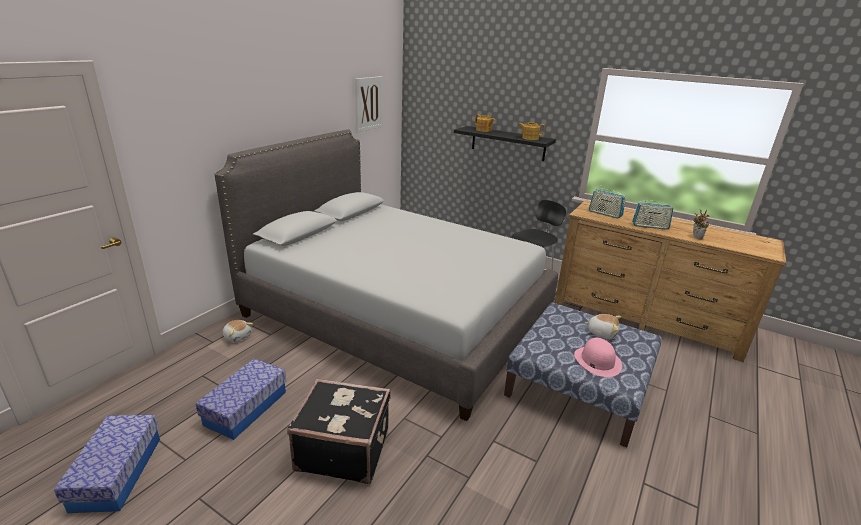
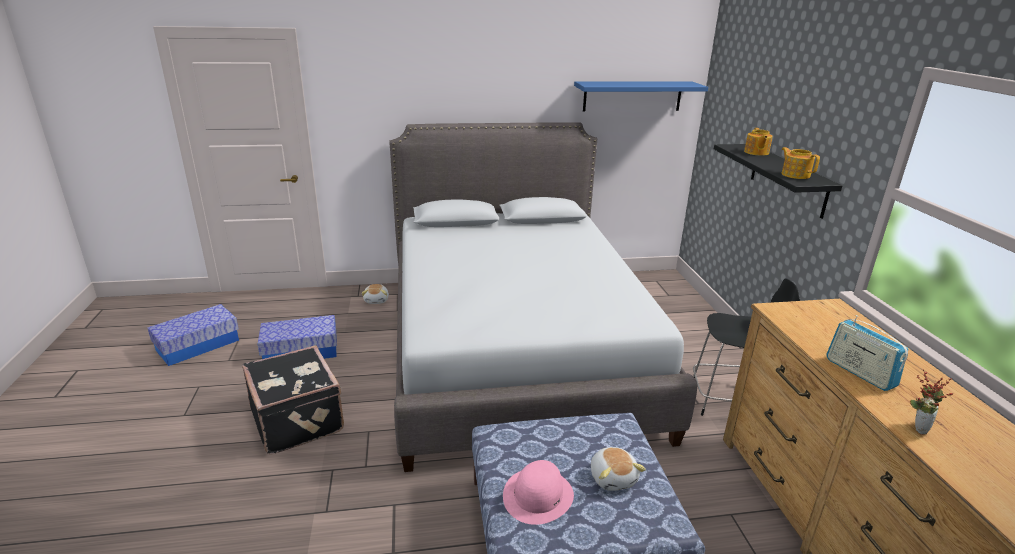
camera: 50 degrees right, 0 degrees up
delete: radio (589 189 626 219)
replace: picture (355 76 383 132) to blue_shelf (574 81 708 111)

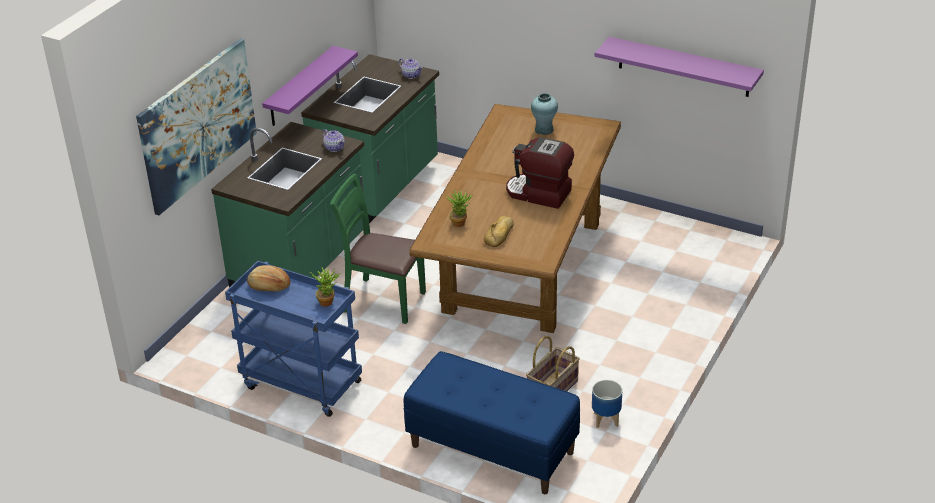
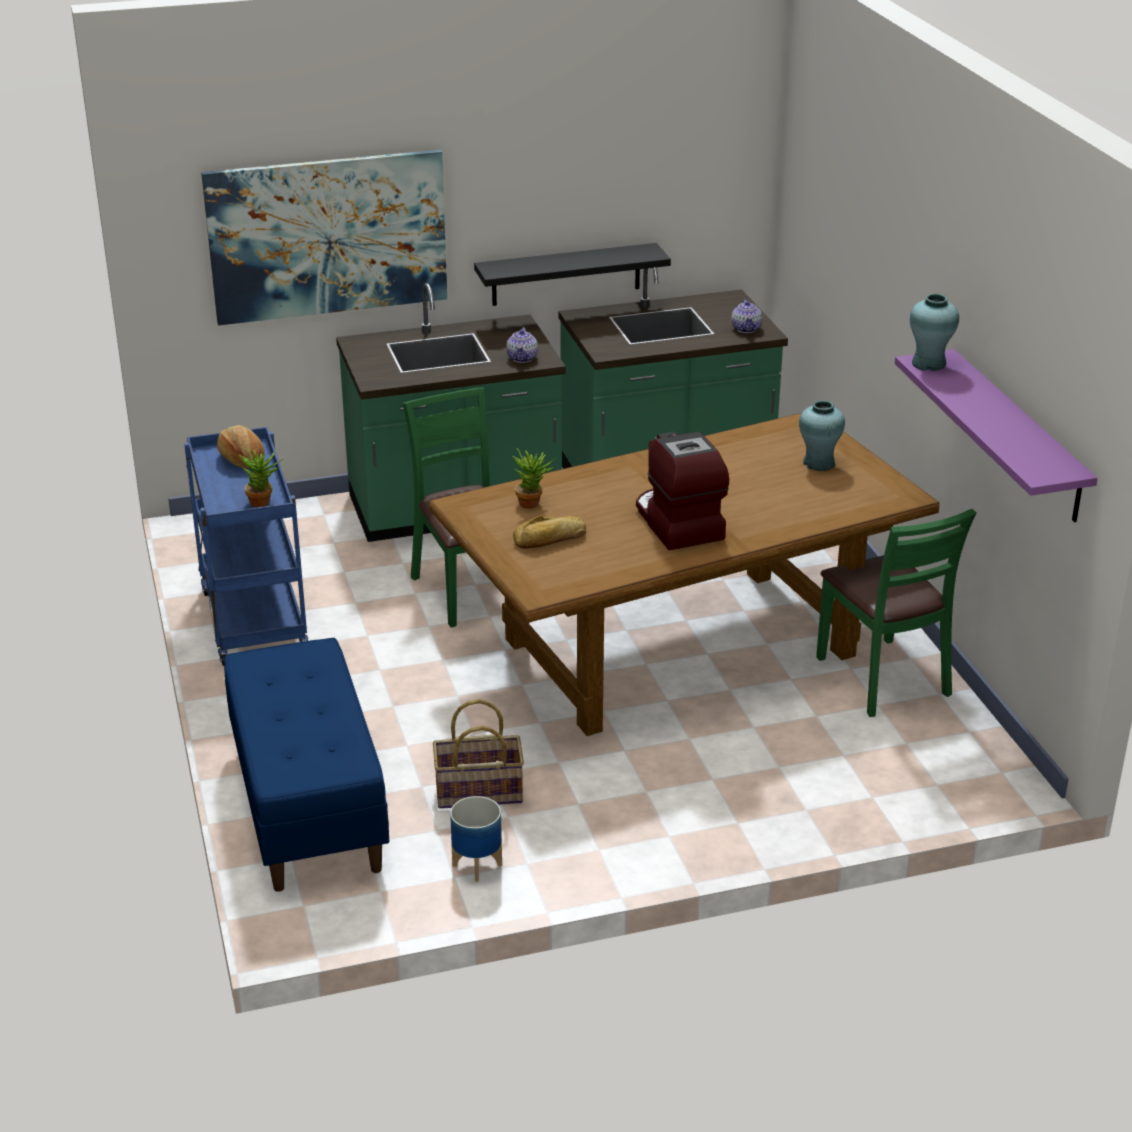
camera: 45 degrees right, 5 degrees down
insert: green_chair (816 509 976 717); turquoise_vase (910 293 959 371)
recolor: purple_shelf (262 46 358 126) to black_shelf (474 243 671 306)

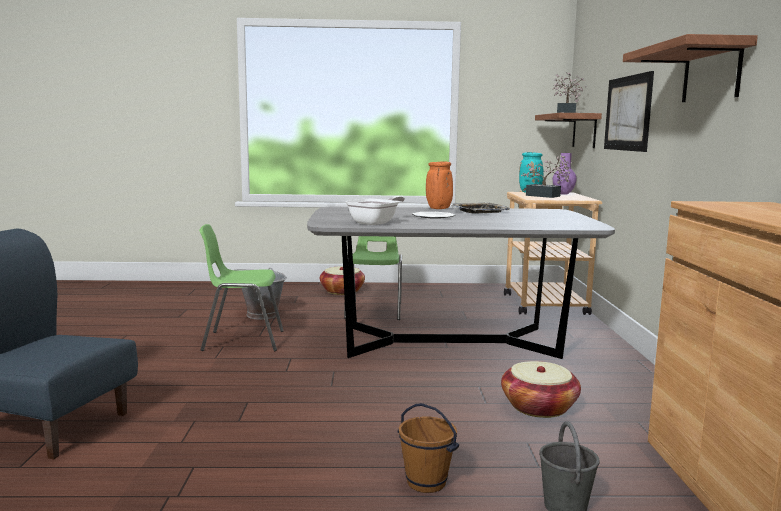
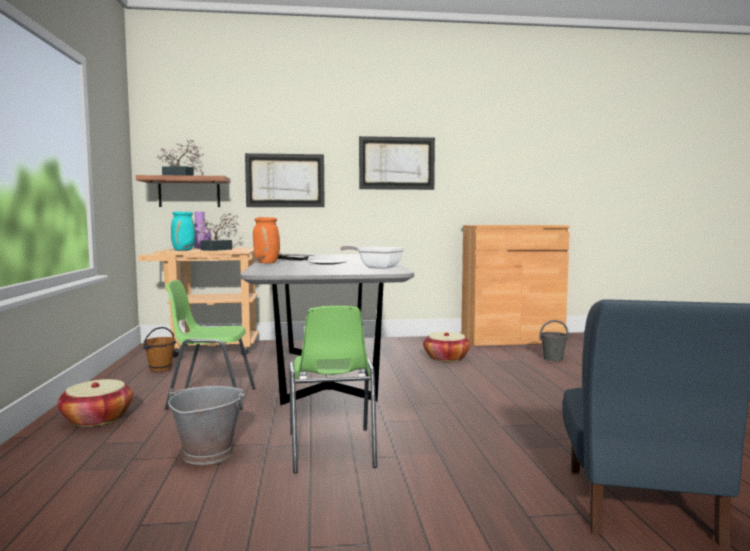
camera: 95 degrees left, 5 degrees down
move: brown_bucket (397 403 459 493) to (143 327 176 372)
replace: shelf (623 34 758 102) to picture (359 136 435 190)

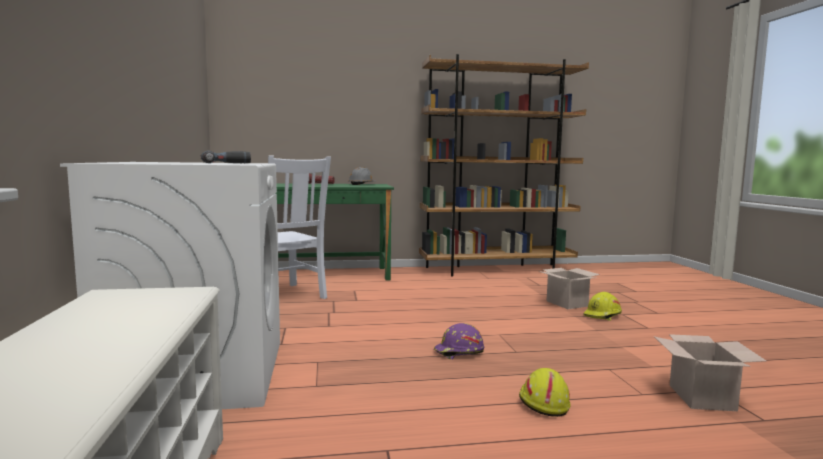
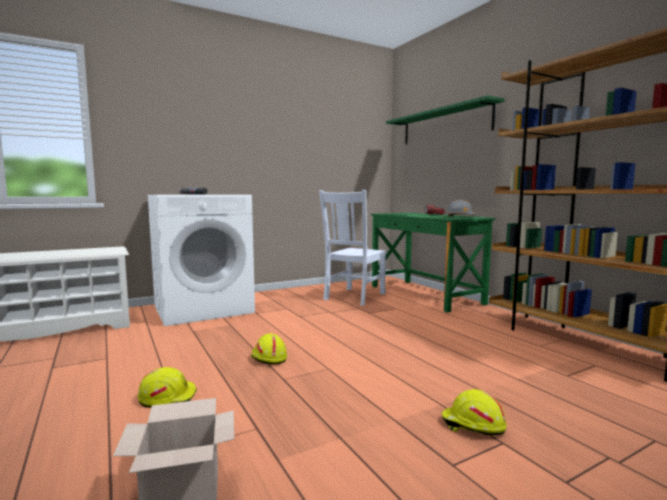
camera: 70 degrees right, 0 degrees up
delete: cardboard_box (538 268 600 309)
insert: green_shelf (386 95 505 144)
recolor: purple_hard_hat (434 323 484 359) to yellow_hard_hat (251 333 287 365)

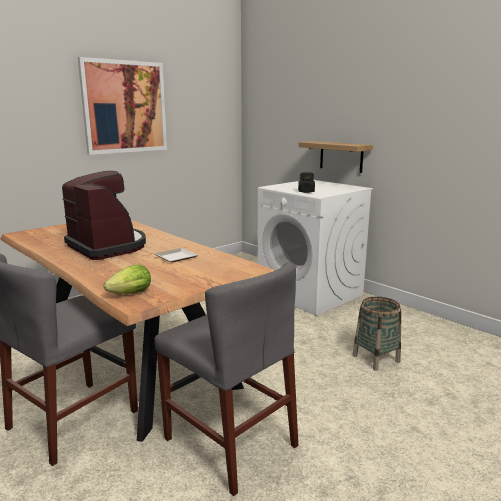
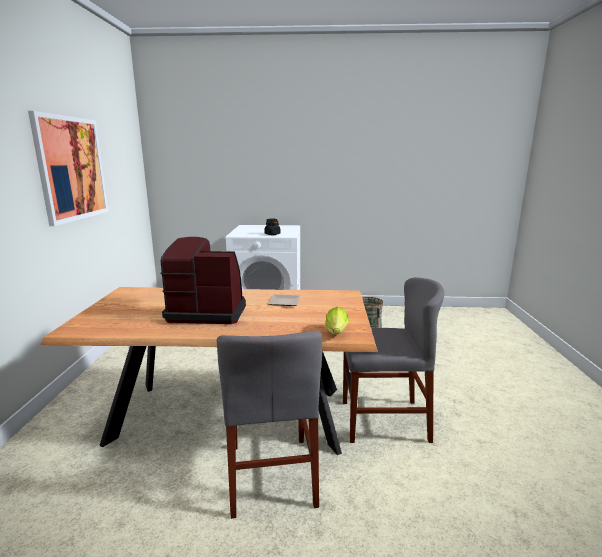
camera: 45 degrees left, 0 degrees up
delete: shelf (298 141 373 173)

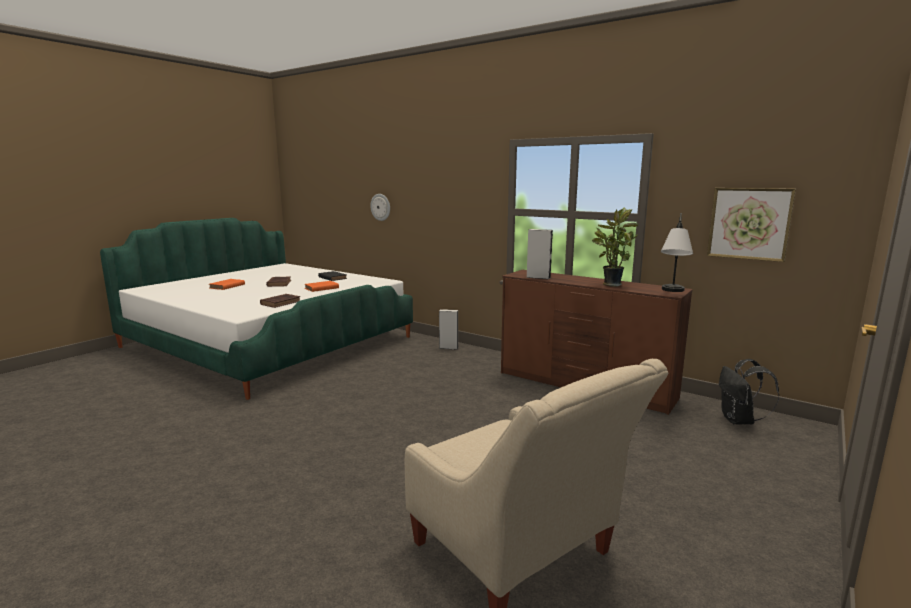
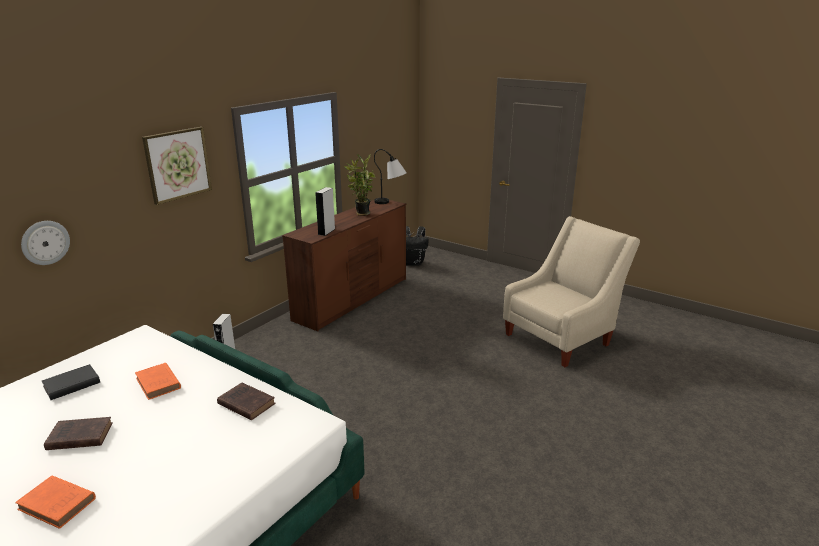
camera: 90 degrees left, 10 degrees up
move: picture (707 188 796 262) to (142 127 212 205)

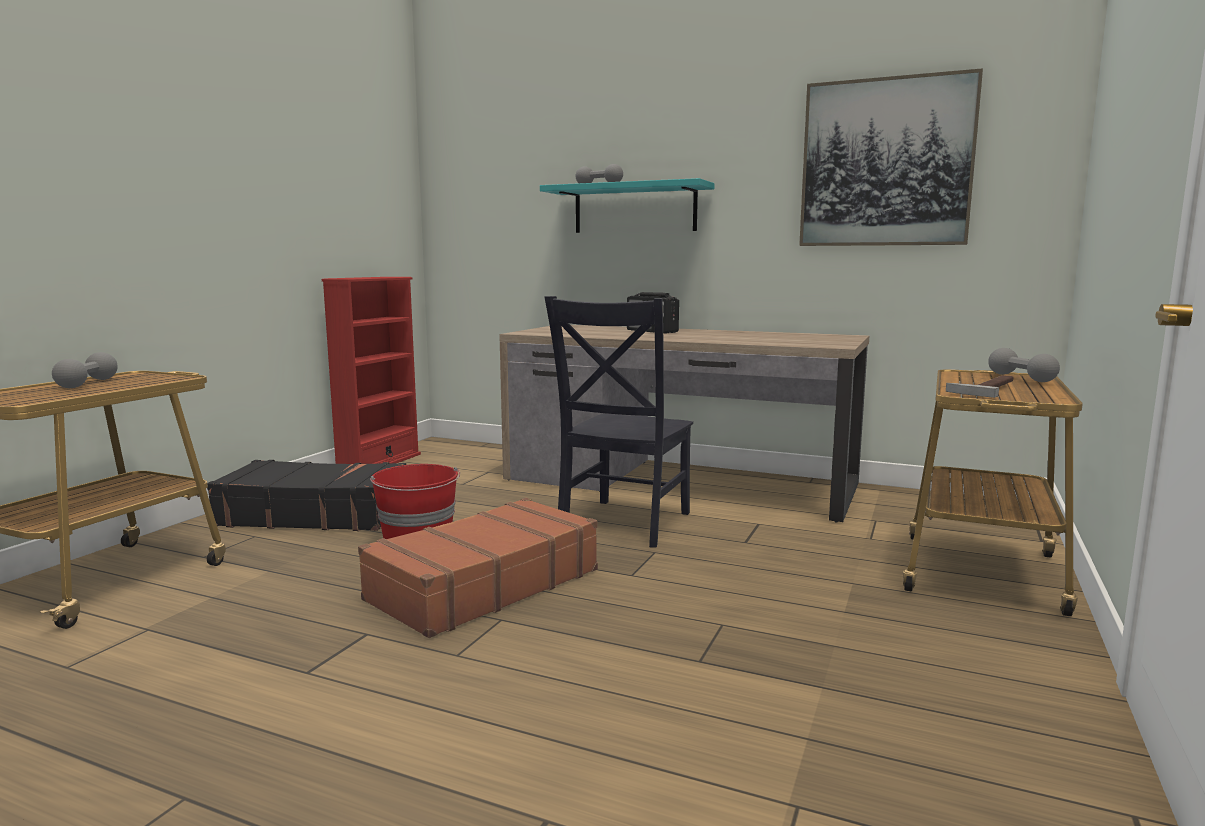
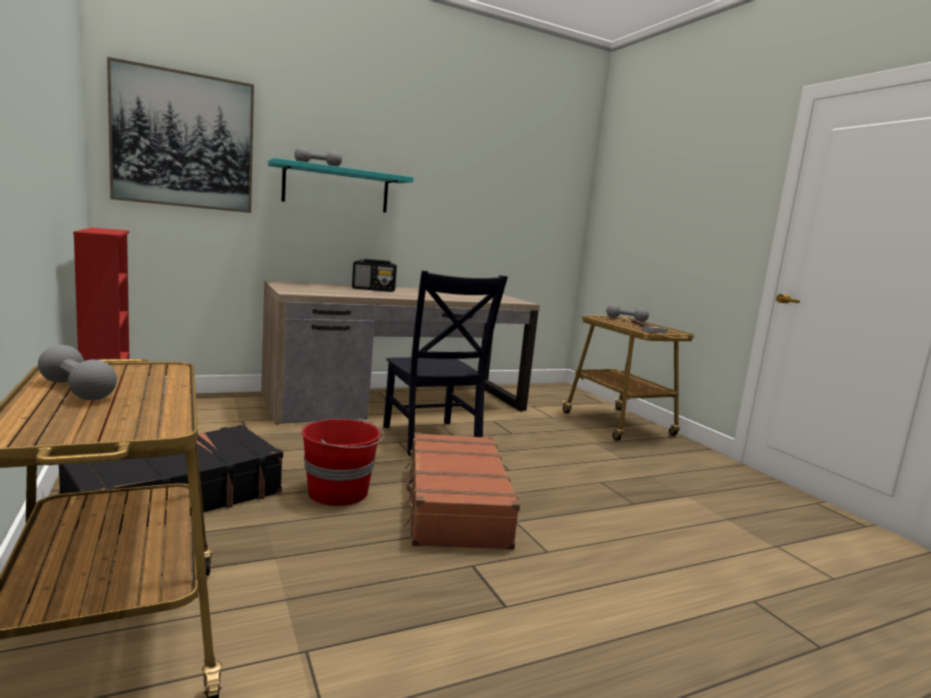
camera: 50 degrees left, 0 degrees up
move: picture (799 68 983 246) to (107 57 254 213)

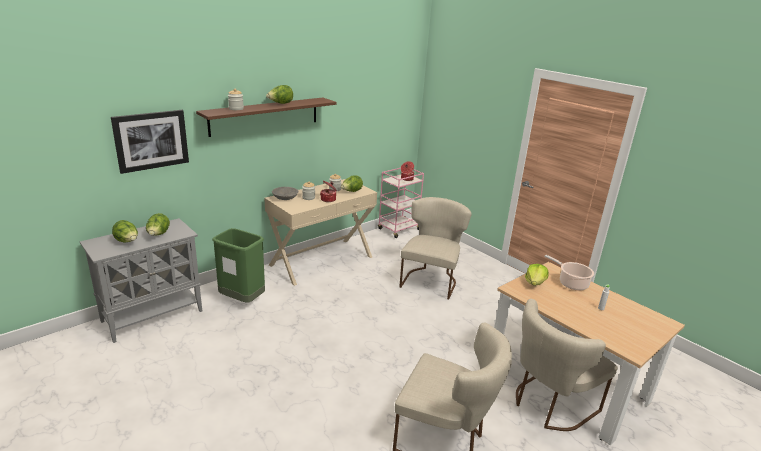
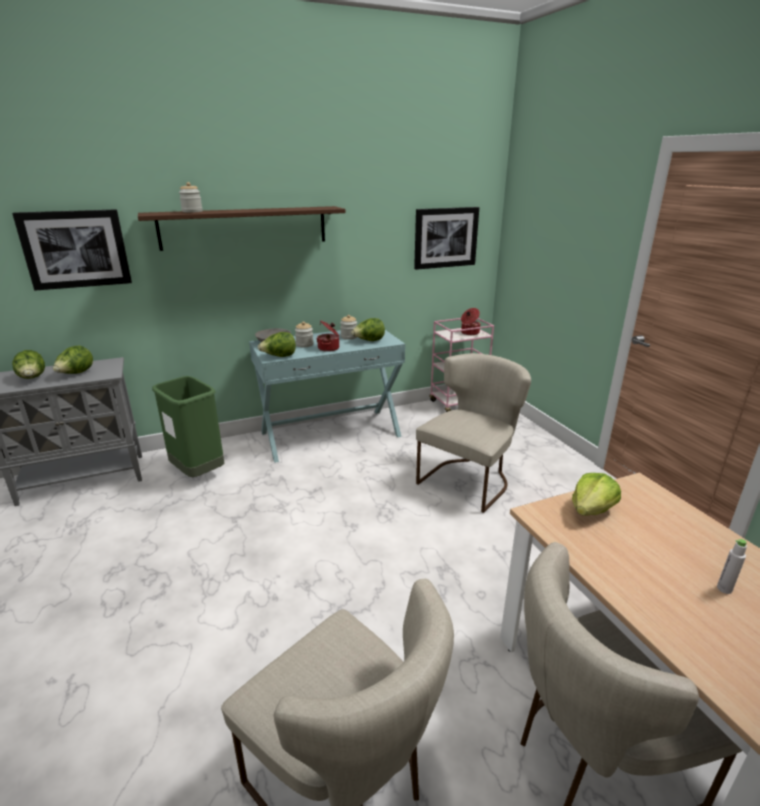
camera: 20 degrees right, 0 degrees up
delete: cooking_pot (544 255 594 291)
insert: picture (414 207 479 270)
move: lettuce (266 85 293 104) to (258 332 296 357)
recolor: beige_console_table (264 179 377 286) to turquoise_console_table (249 330 405 463)

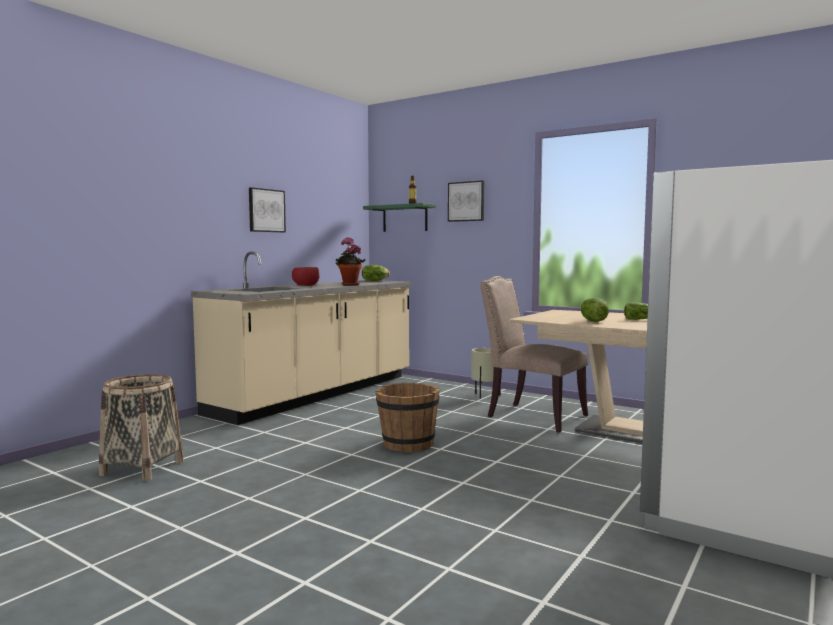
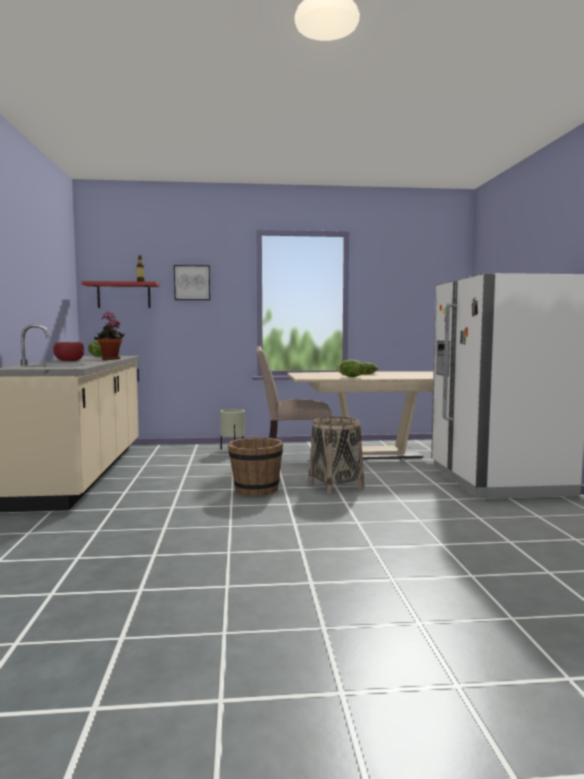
camera: 40 degrees left, 0 degrees up
delete: picture (249 187 286 232)
move: basket (99 374 184 481) to (308 417 365 494)
recolor: green_shelf (363 203 436 232) to red_shelf (82 281 159 308)

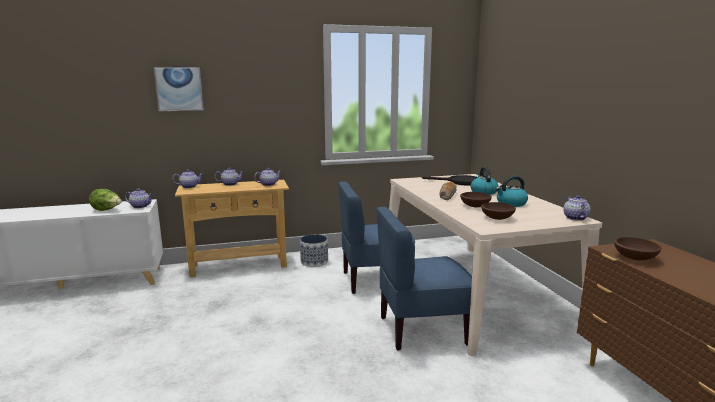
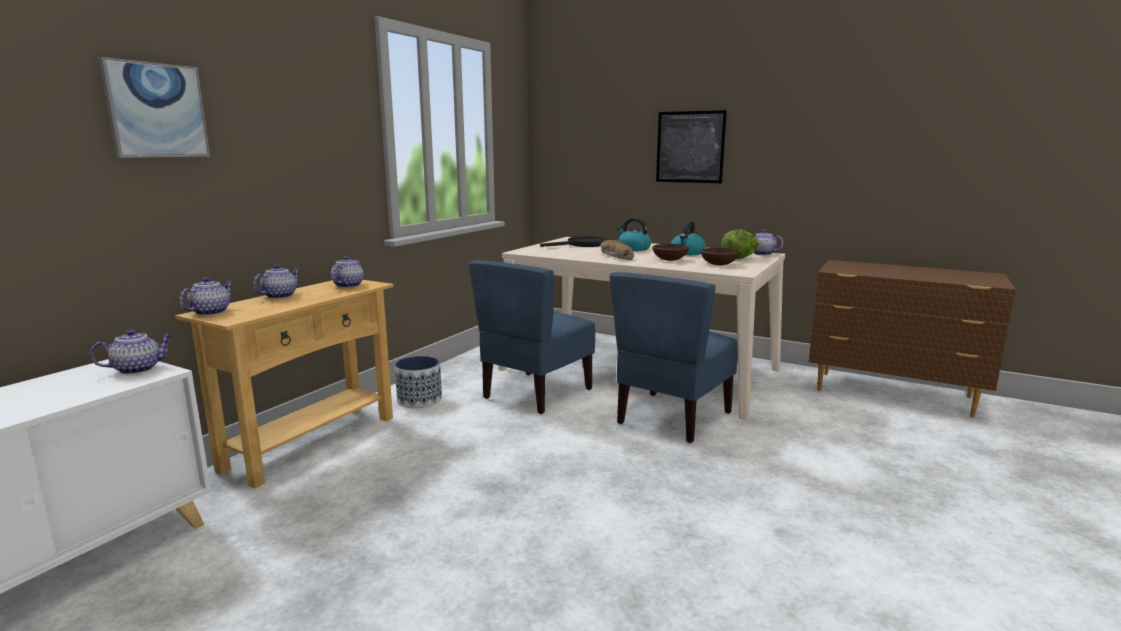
camera: 45 degrees left, 0 degrees up
delete: brown_bowl (614 237 662 260)
insert: picture (656 110 727 183)
move: lettuce (89 189 122 211) to (721 229 760 259)

